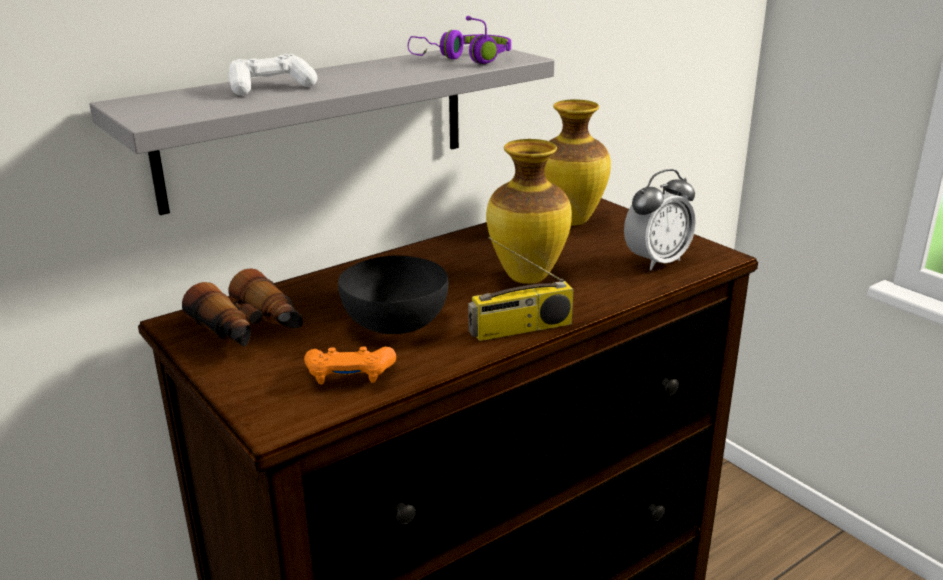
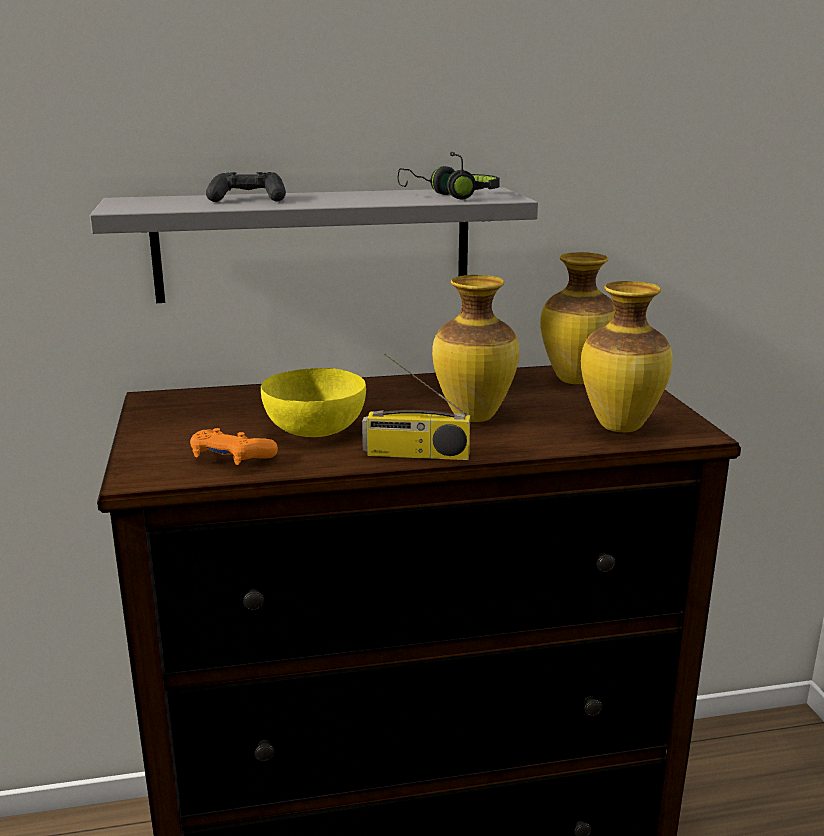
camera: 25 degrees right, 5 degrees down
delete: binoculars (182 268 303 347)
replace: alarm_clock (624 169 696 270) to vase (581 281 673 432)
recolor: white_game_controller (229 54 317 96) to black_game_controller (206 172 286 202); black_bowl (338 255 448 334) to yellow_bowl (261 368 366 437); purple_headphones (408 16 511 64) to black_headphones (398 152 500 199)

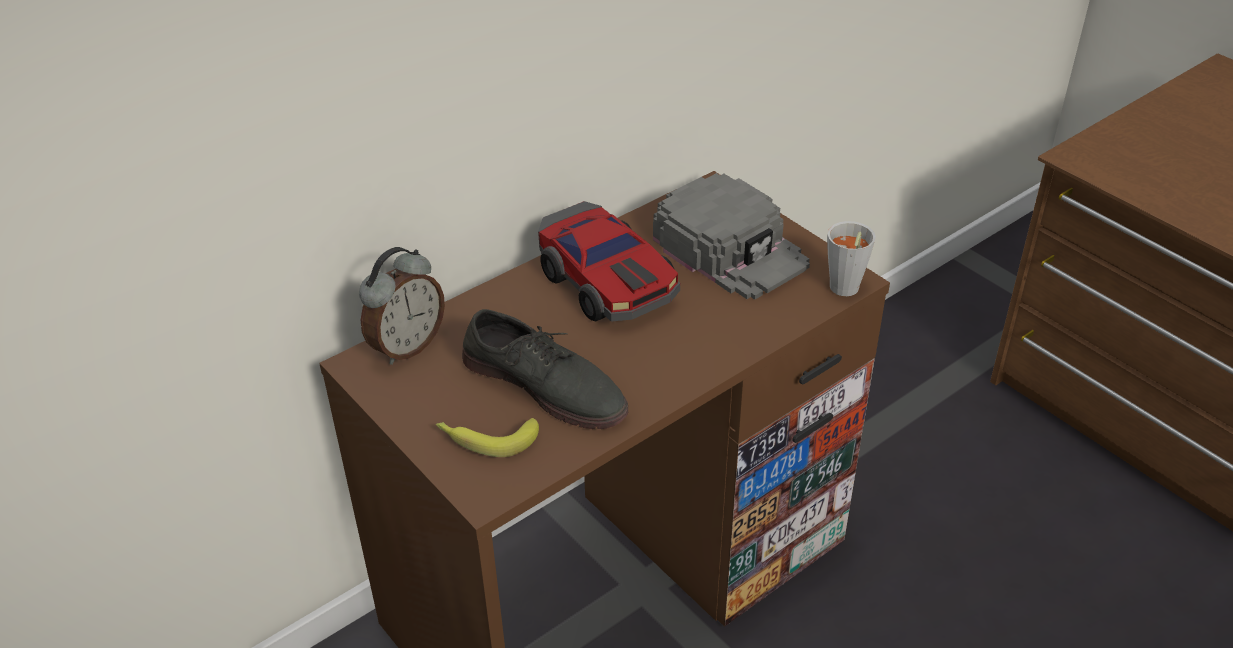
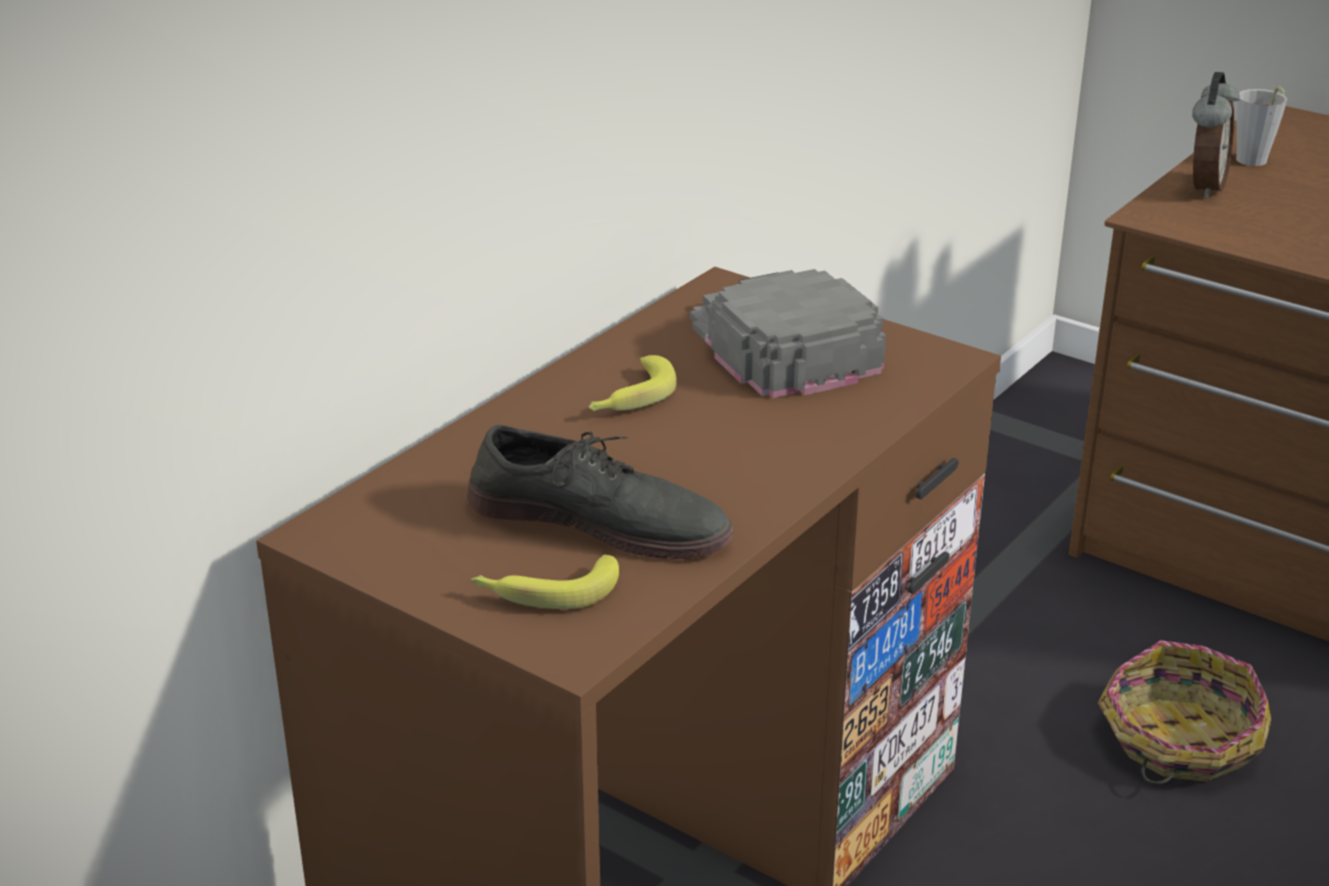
camera: 15 degrees left, 10 degrees down
insert: basket (1098 640 1272 785)
move: alarm_clock (359 247 445 365) to (1192 72 1240 199); grey_cup (827 221 876 296) to (1236 86 1288 166)
replace: toy_car (538 201 680 322) to banana (589 355 677 411)
rotate: grey_cap (653 173 810 300) = (689 269 886 398) 150 degrees counterclockwise

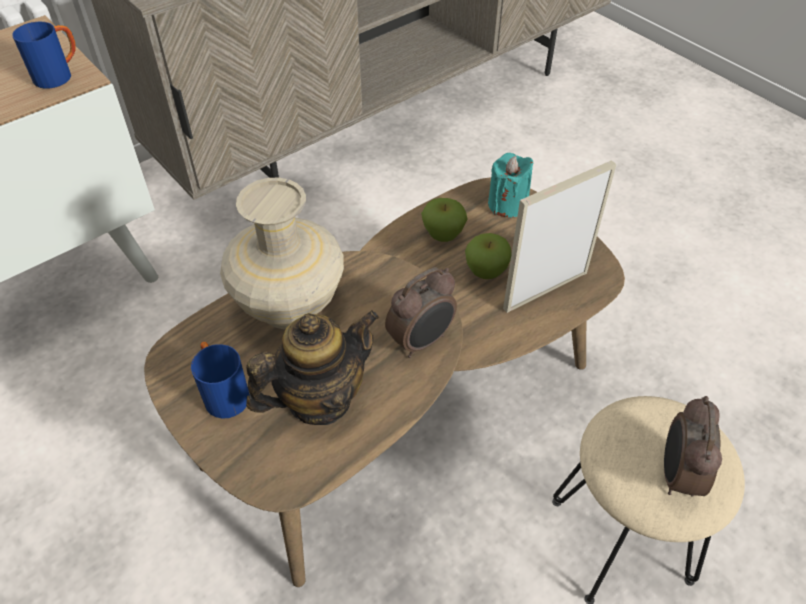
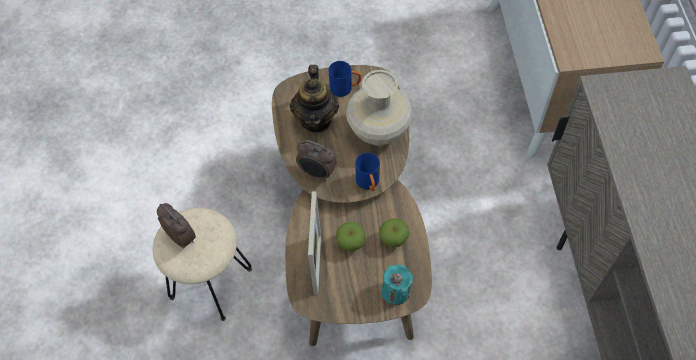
camera: 125 degrees right, 10 degrees up
move: blue_mug (12 22 76 89) to (355 153 380 191)
rotate: alarm_clock (385 267 457 358) = (296 140 337 181) 60 degrees counterclockwise

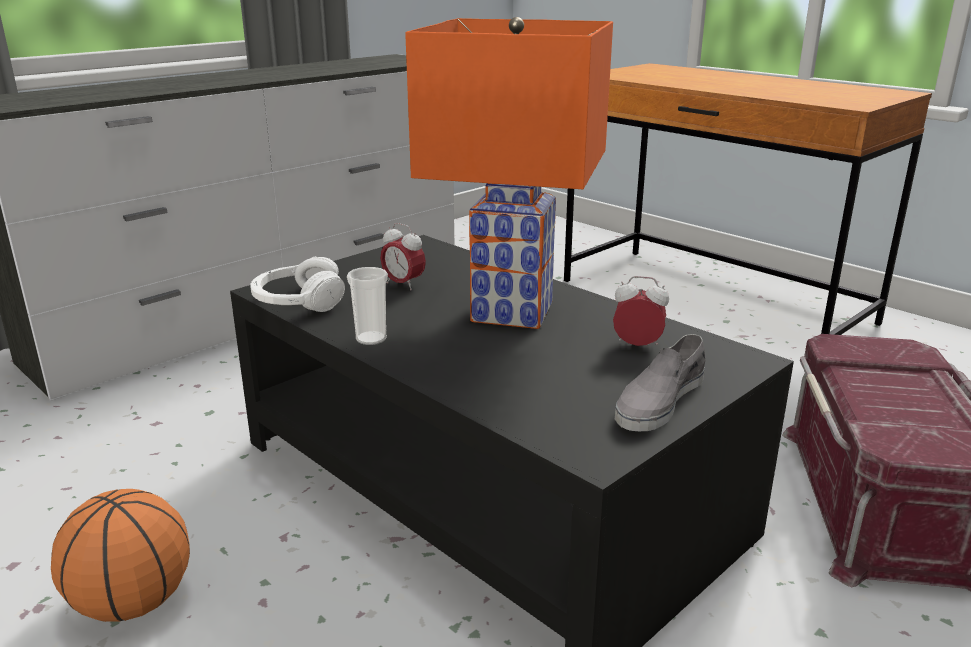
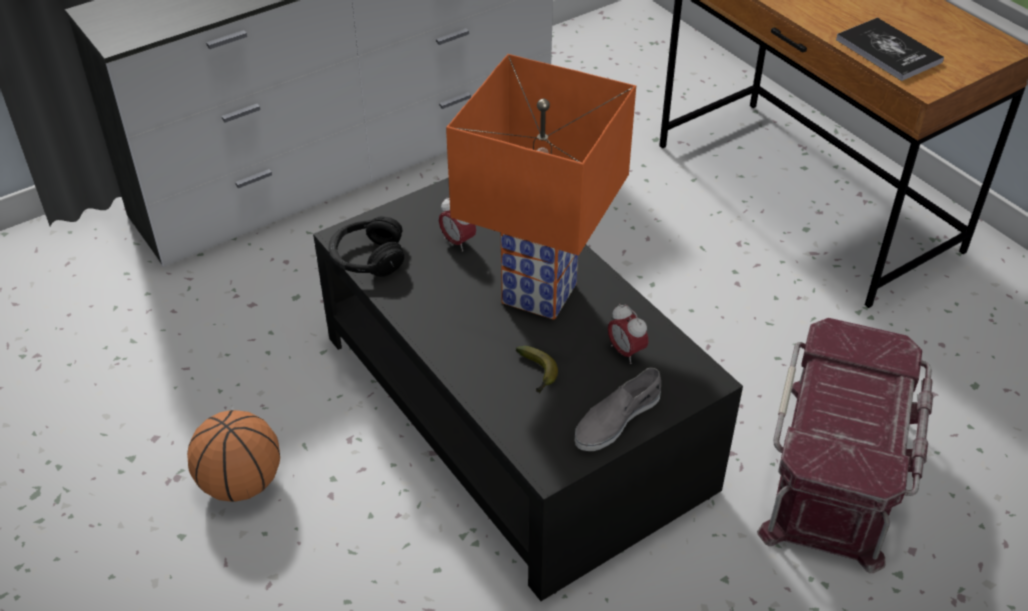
camera: 10 degrees right, 20 degrees up
delete: cup (347 267 388 345)
insert: banana (516 346 558 394); book (836 18 944 81)
recolor: white_headphones (250 256 345 312) to black_headphones (329 216 404 277)
rotate: alarm_clock (613 276 669 346) = (608 304 648 364) 150 degrees counterclockwise

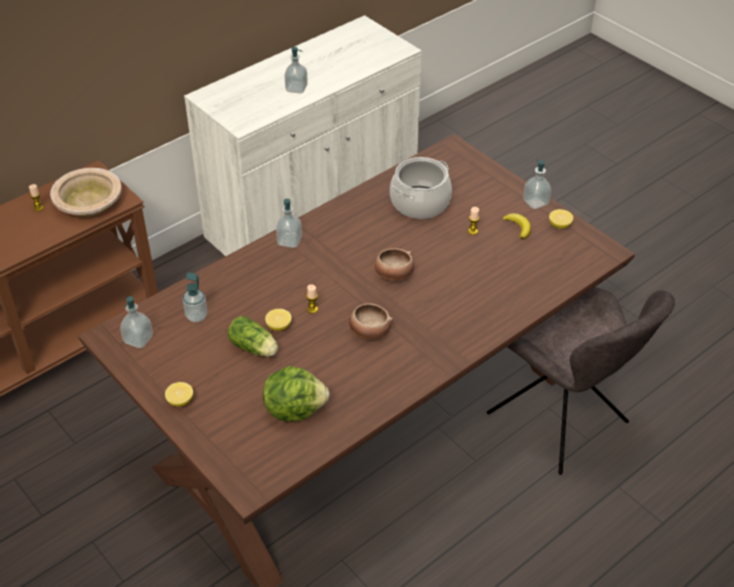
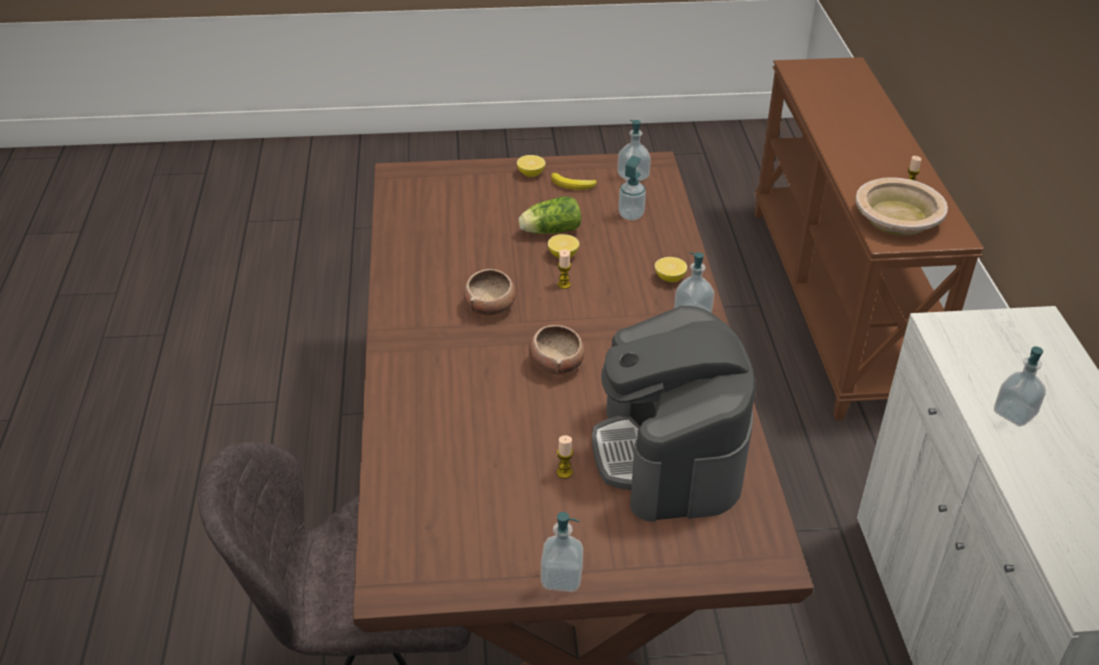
camera: 125 degrees right, 5 degrees down
delete: lettuce (263 366 330 422)
move: banana (502 213 531 240) to (551 173 597 190); lemon (549 209 573 229) to (655 257 687 282)
replace: cooking_pot (390 157 452 219) to coffee_machine (592 306 755 522)

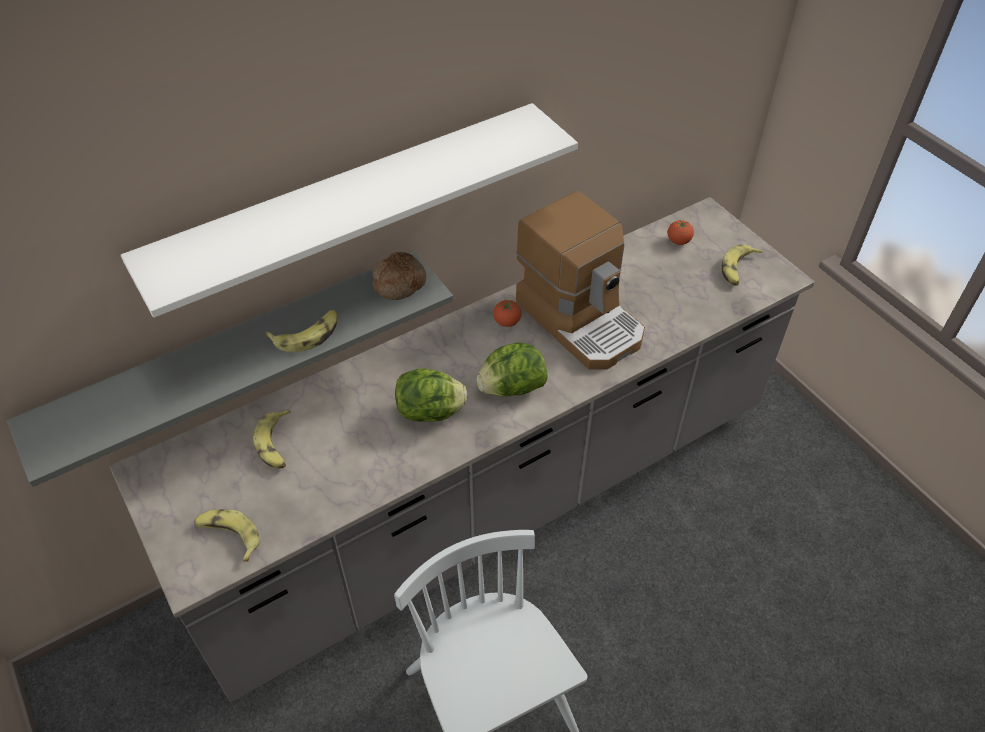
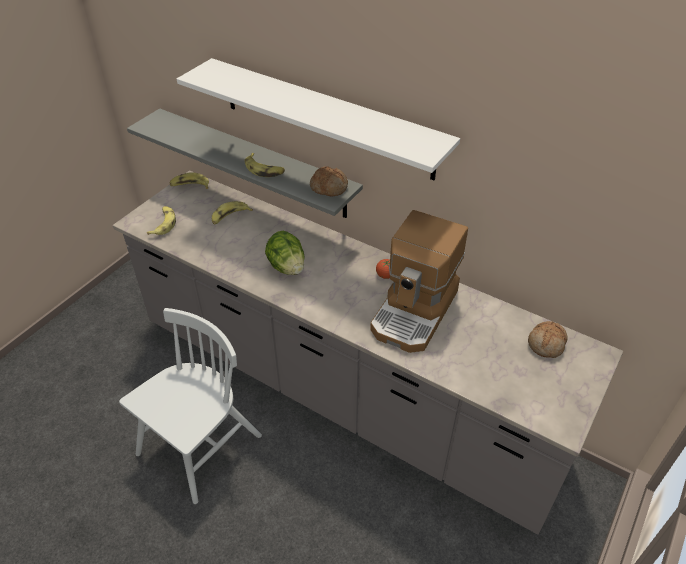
camera: 65 degrees right, 5 degrees down
delete: lettuce (476 342 548 397)
move: banana (722 244 762 286) to (170 172 209 189)
replace: tomato (668 220 694 245) to bread (528 321 568 358)

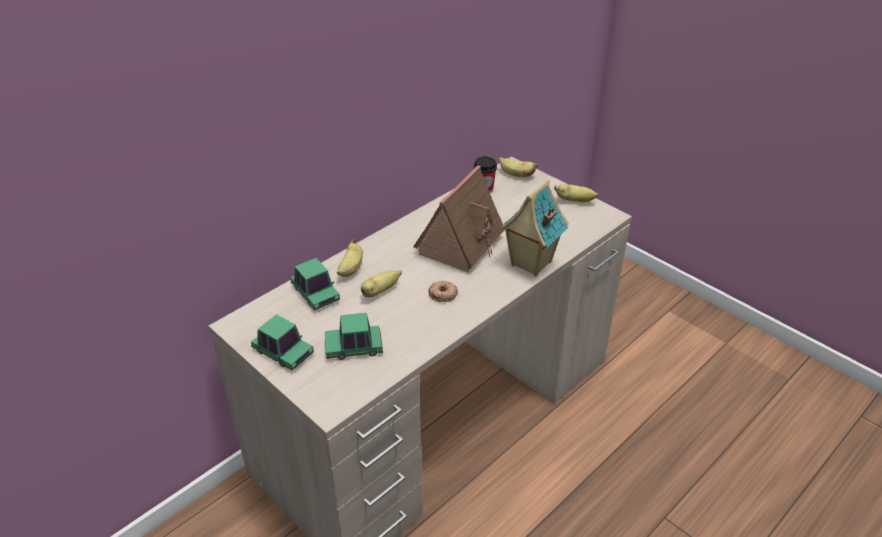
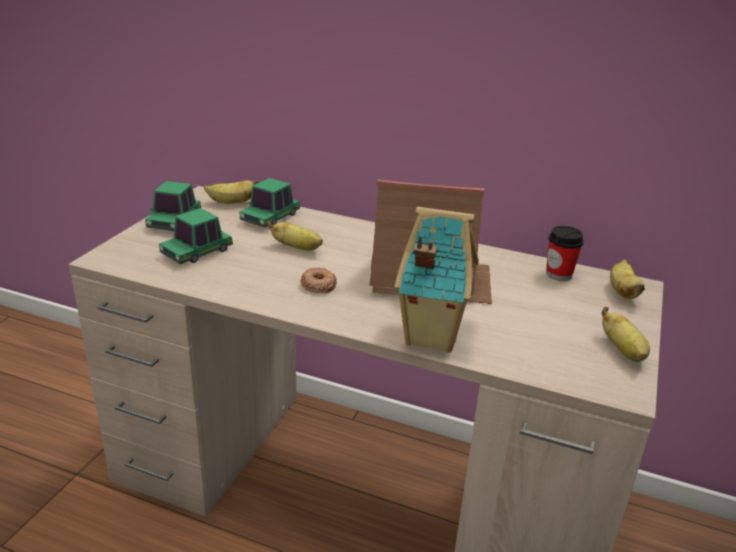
camera: 65 degrees right, 10 degrees down
move: banana (337 239 363 277) to (204 180 259 204)
rotate: toy_car (325 313 383 360) = (159 208 233 264) 105 degrees counterclockwise

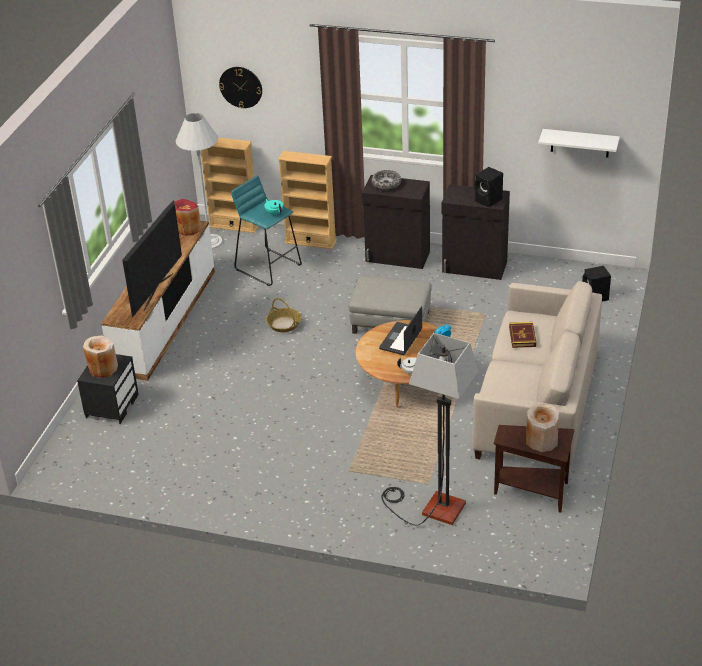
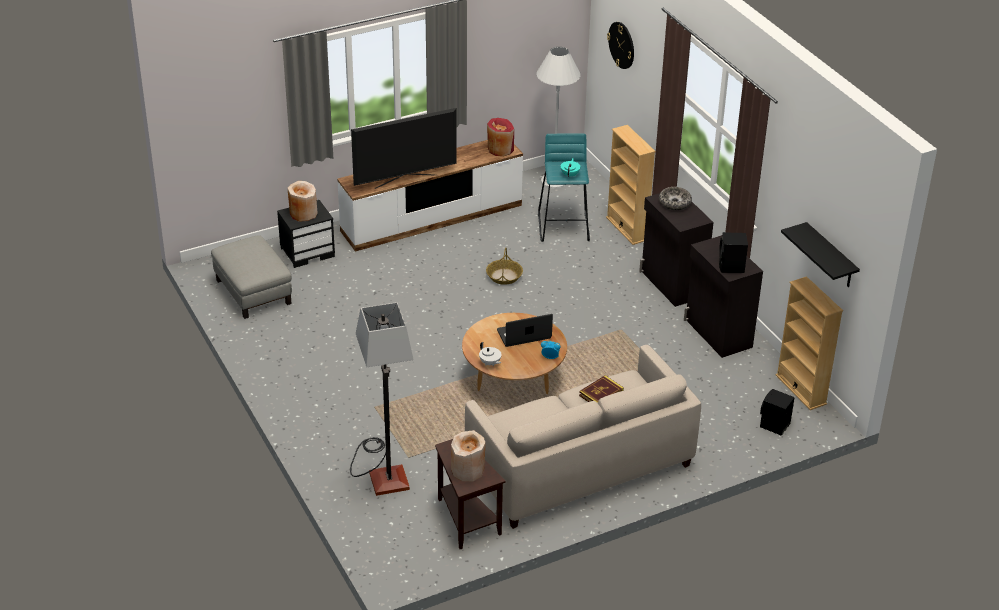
camera: 45 degrees right, 0 degrees up
move: beige_bookcase (201 138 258 233) to (776 276 843 410); grey_ottoman (349 276 432 334) to (211 235 292 319)
recolor: white_shelf (538 129 620 158) to black_shelf (781 222 860 287)

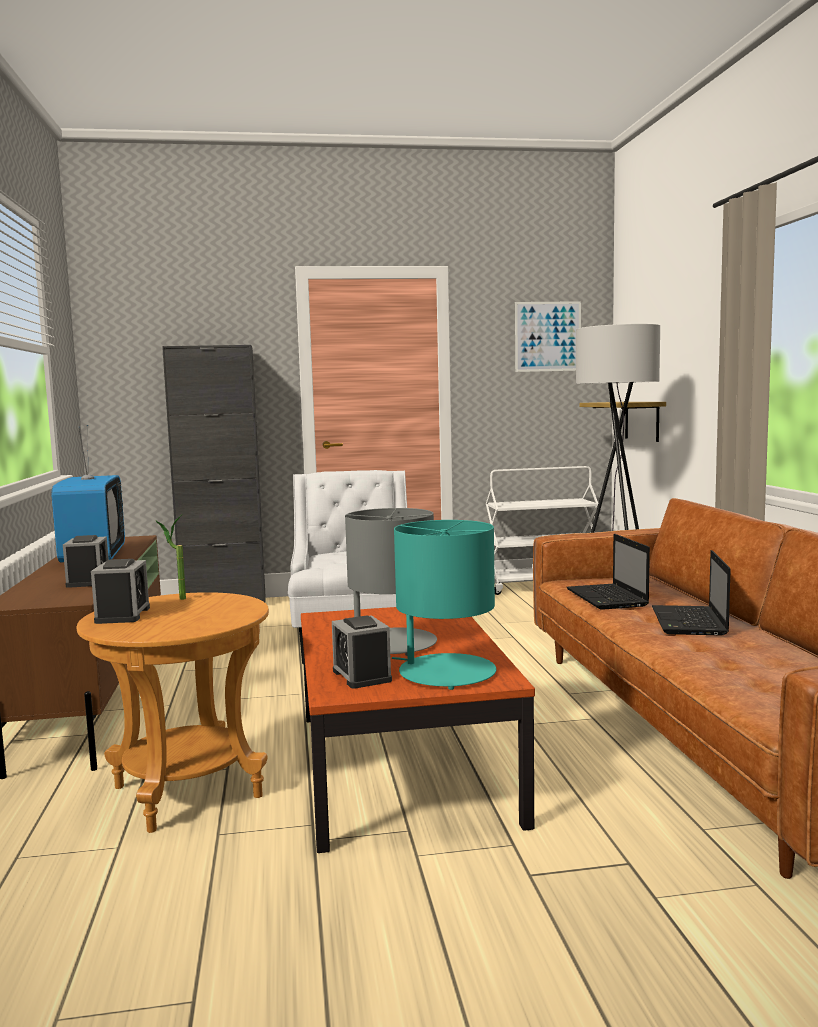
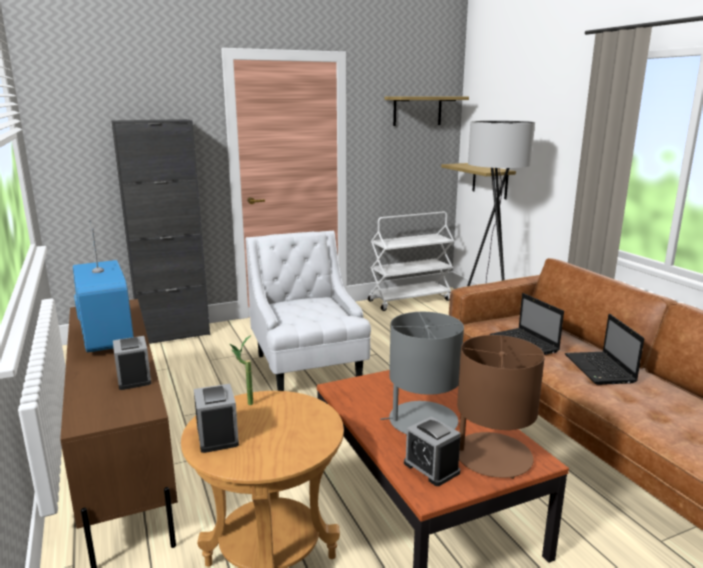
camera: 15 degrees left, 10 degrees up
replace: picture (515 301 581 372) to shelf (384 97 469 126)
recolor: turquoise_table_lamp (392 520 496 690) to brown_table_lamp (457 335 545 479)

